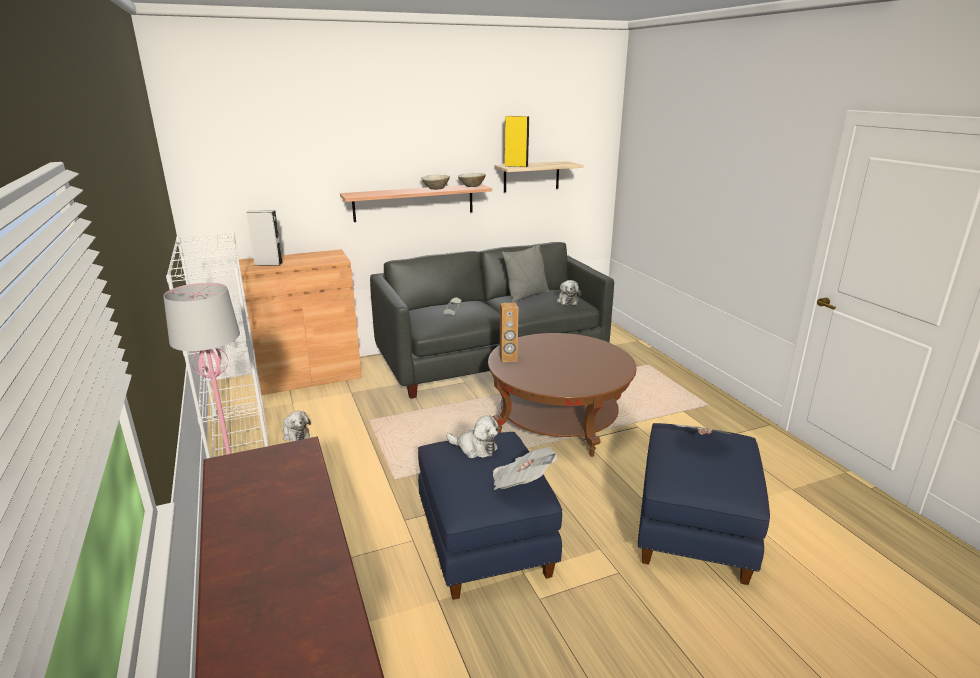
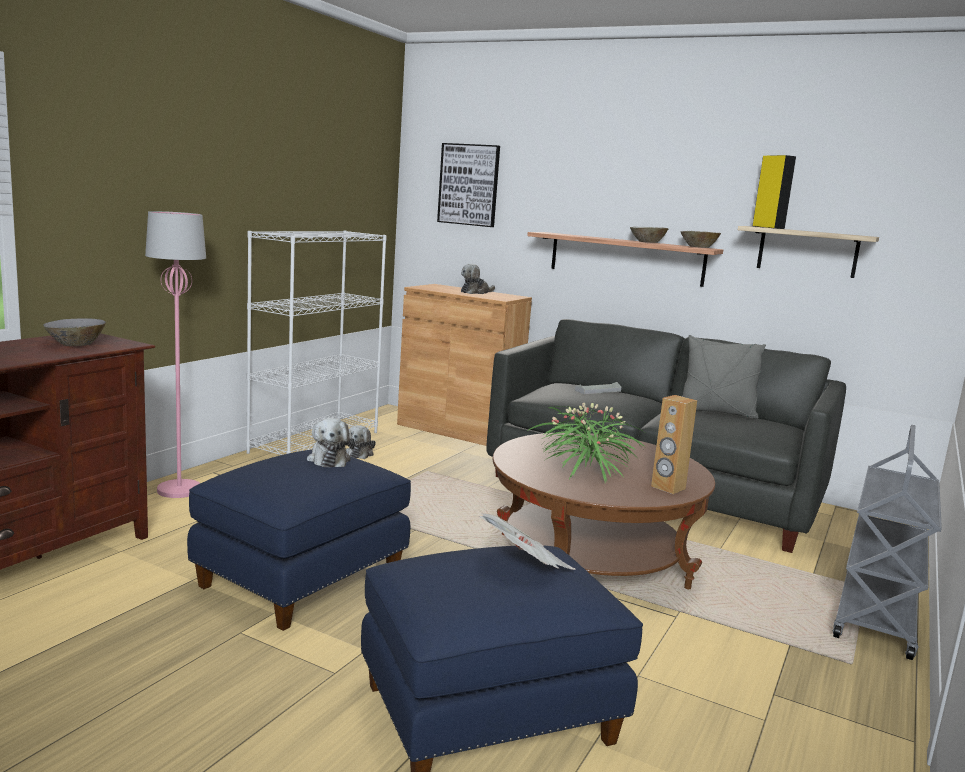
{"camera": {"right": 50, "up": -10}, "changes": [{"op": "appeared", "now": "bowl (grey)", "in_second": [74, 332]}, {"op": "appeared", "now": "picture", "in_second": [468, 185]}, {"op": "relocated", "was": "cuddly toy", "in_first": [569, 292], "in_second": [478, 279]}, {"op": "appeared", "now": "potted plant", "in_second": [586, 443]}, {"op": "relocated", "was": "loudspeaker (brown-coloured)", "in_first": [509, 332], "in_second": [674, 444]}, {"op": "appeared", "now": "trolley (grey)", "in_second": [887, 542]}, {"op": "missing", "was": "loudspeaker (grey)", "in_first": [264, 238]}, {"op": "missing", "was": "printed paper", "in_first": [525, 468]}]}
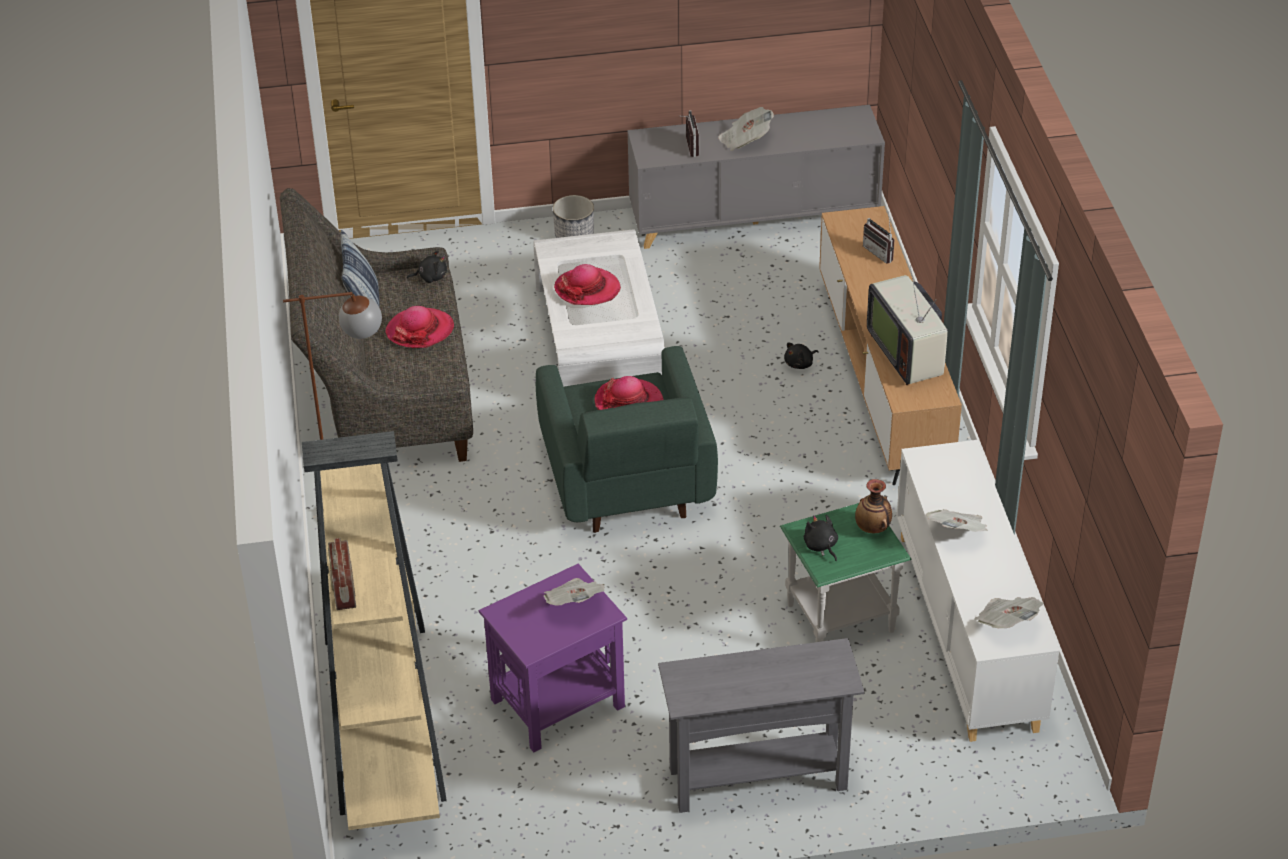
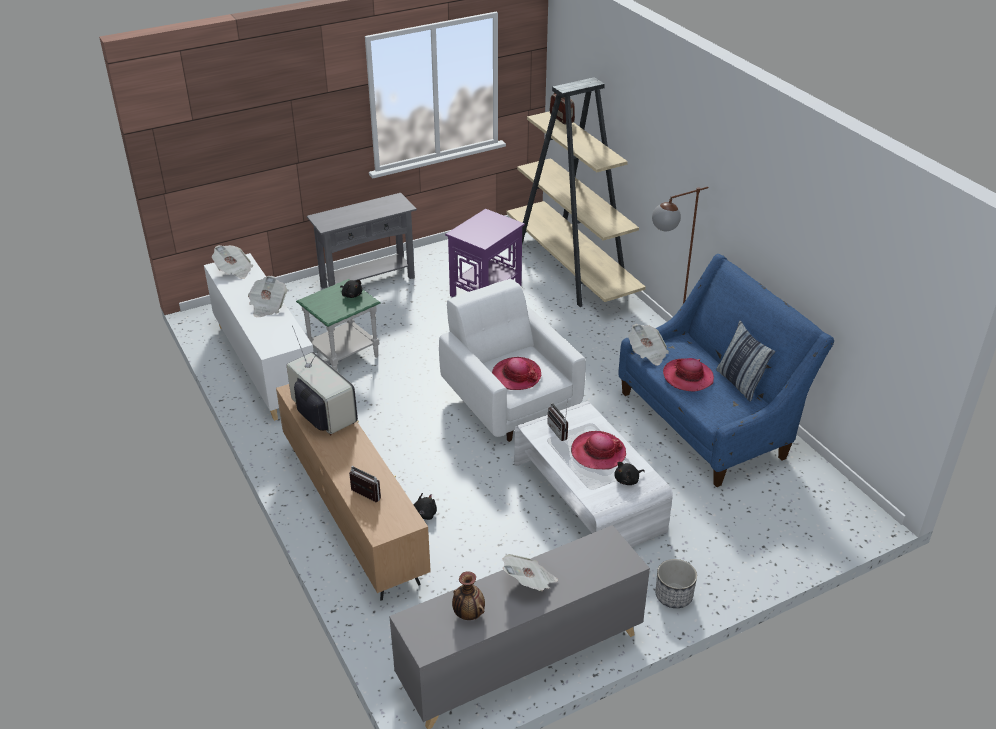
{"camera": {"right": 160, "up": -5}, "changes": [{"op": "colour", "was": "easy chair (green)", "now": "easy chair (whitish)", "in_first": [627, 439], "in_second": [512, 360]}, {"op": "relocated", "was": "flower vase", "in_first": [873, 506], "in_second": [468, 595]}, {"op": "relocated", "was": "radio", "in_first": [691, 133], "in_second": [557, 420]}, {"op": "relocated", "was": "cuddly toy (blackish)", "in_first": [427, 267], "in_second": [629, 473]}, {"op": "colour", "was": "settee (grey)", "now": "settee (bluish)", "in_first": [376, 325], "in_second": [726, 370]}, {"op": "relocated", "was": "printed paper", "in_first": [574, 592], "in_second": [648, 345]}]}
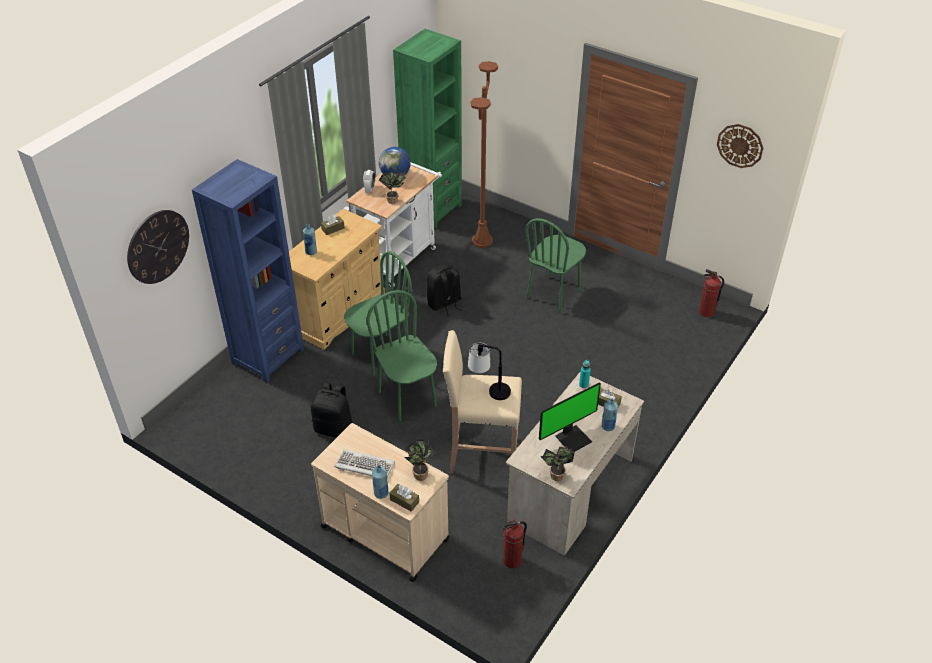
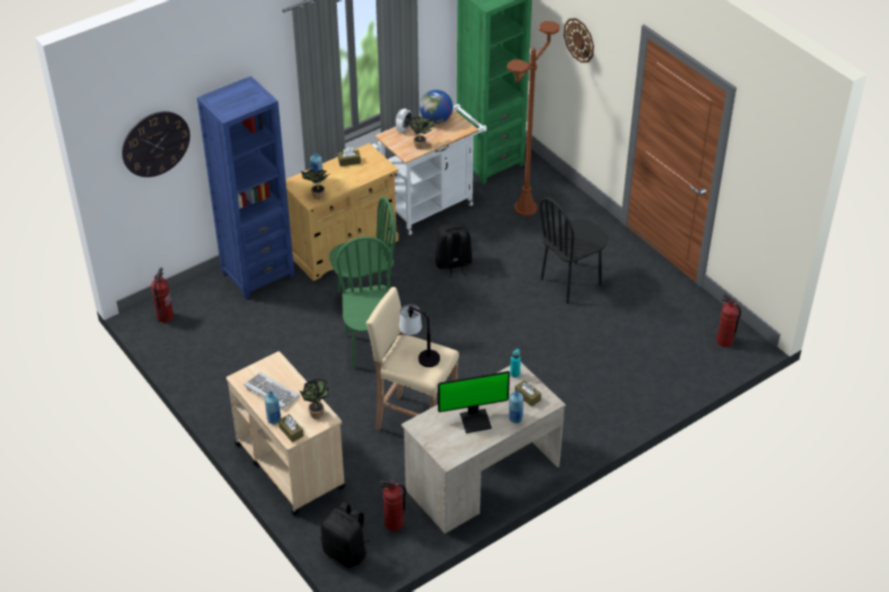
{"camera": {"right": 20, "up": 0}, "changes": [{"op": "appeared", "now": "fire-fighting cylinder", "in_second": [162, 294]}, {"op": "relocated", "was": "potted plant", "in_first": [557, 463], "in_second": [316, 184]}, {"op": "relocated", "was": "backpack (blackish)", "in_first": [332, 410], "in_second": [345, 534]}, {"op": "colour", "was": "chair (green)", "now": "chair (blackish)", "in_first": [555, 265], "in_second": [573, 250]}, {"op": "relocated", "was": "hanging clock", "in_first": [740, 146], "in_second": [578, 40]}]}
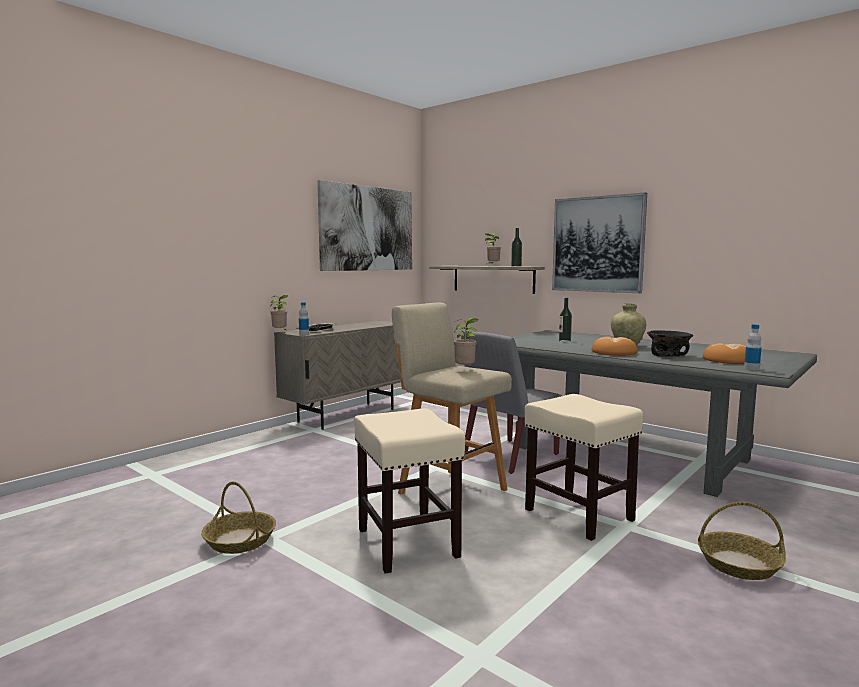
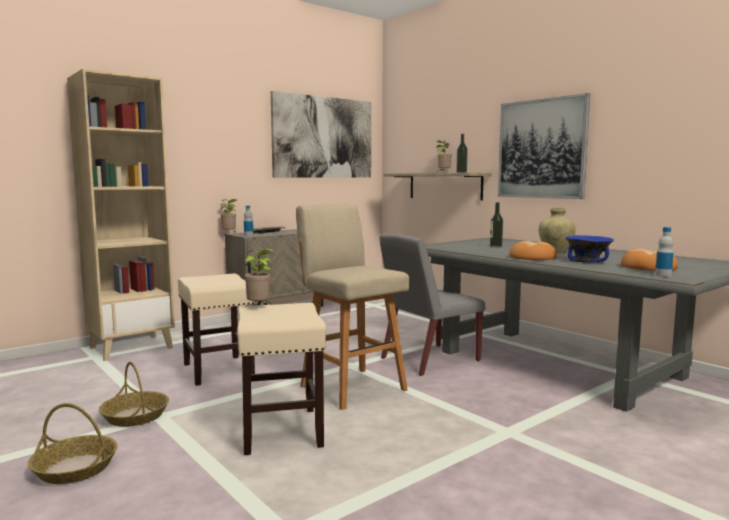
{"camera": {"right": 10, "up": 0}, "changes": [{"op": "relocated", "was": "storage basket", "in_first": [742, 541], "in_second": [72, 443]}, {"op": "appeared", "now": "shelving unit (sand-coloured)", "in_second": [121, 215]}, {"op": "relocated", "was": "sitting stool (sand-coloured)", "in_first": [584, 467], "in_second": [216, 330]}, {"op": "relocated", "was": "potted plant", "in_first": [466, 343], "in_second": [259, 276]}, {"op": "colour", "was": "bowl (blackish)", "now": "bowl (bluish)", "in_first": [670, 343], "in_second": [590, 248]}]}
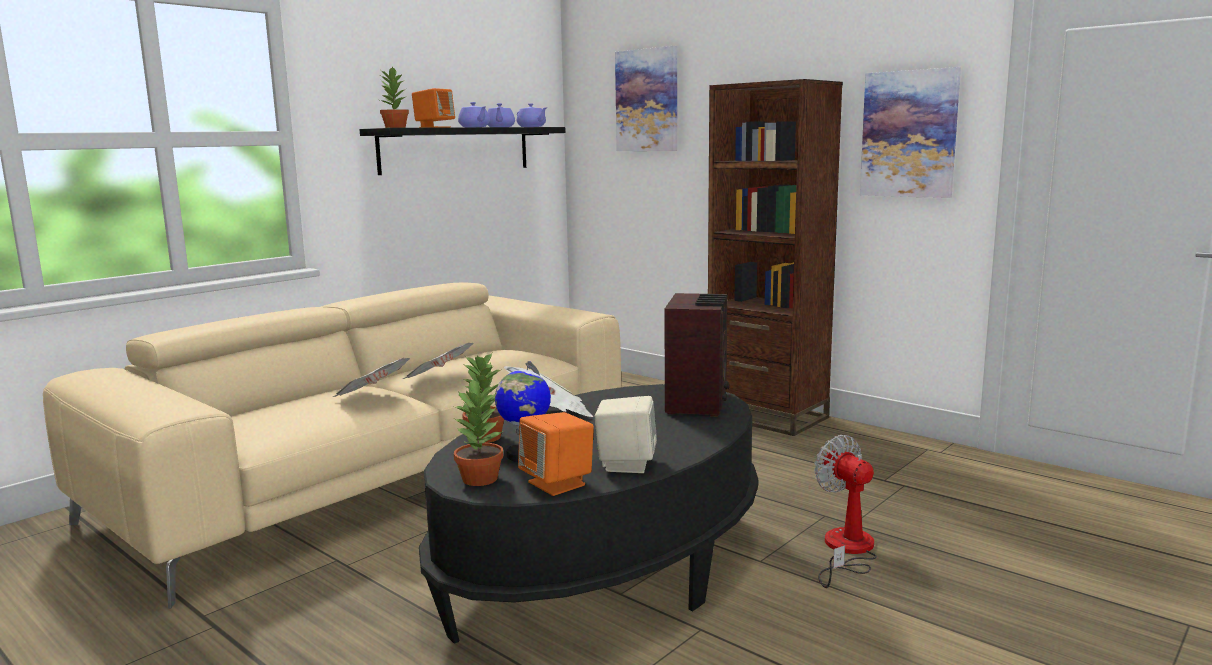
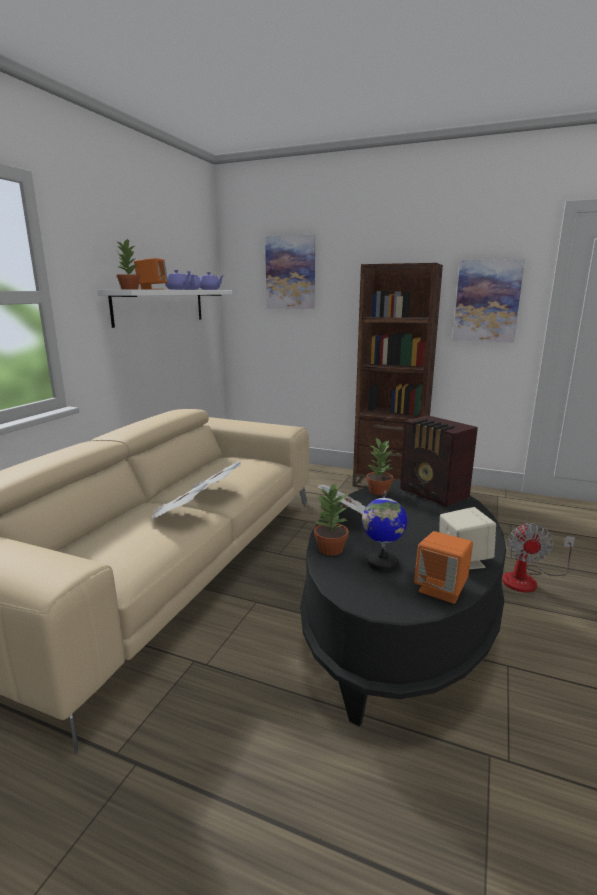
{"camera": {"right": -20, "up": 5}, "changes": [{"op": "colour", "was": "shelf (blackish)", "now": "shelf (whitish)", "in_first": [462, 151], "in_second": [165, 309]}, {"op": "relocated", "was": "potted plant", "in_first": [478, 432], "in_second": [379, 466]}, {"op": "spun", "was": "radio", "in_first": [696, 355], "in_second": [439, 461], "clockwise": 150}, {"op": "spun", "was": "electric fan", "in_first": [845, 511], "in_second": [538, 558], "clockwise": -120}]}
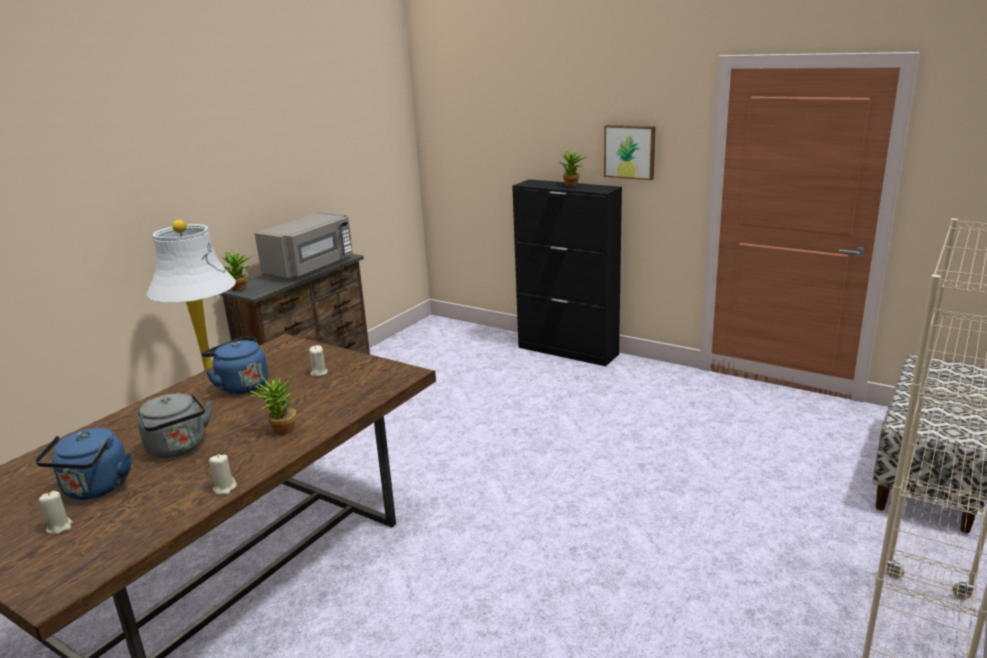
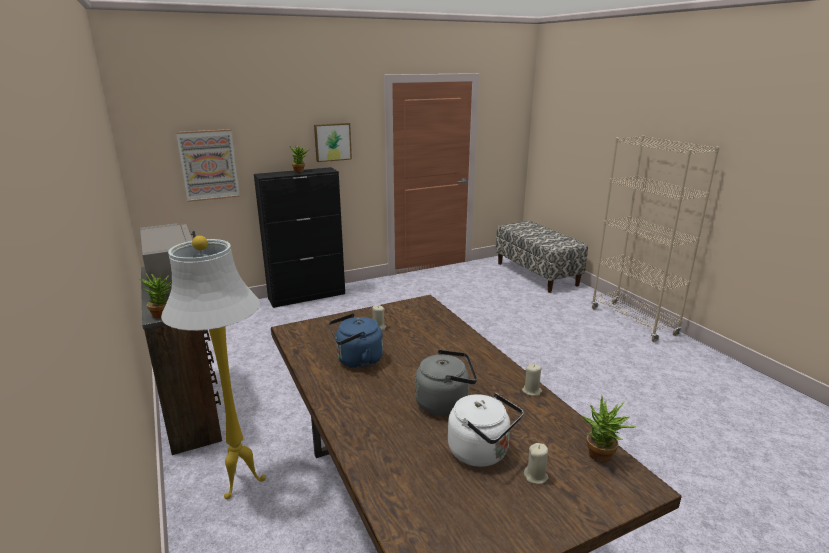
{"camera": {"right": -60, "up": 0}, "changes": [{"op": "appeared", "now": "picture", "in_second": [208, 165]}, {"op": "colour", "was": "water kettle (bluish)", "now": "water kettle (whitish)", "in_first": [83, 464], "in_second": [485, 430]}, {"op": "relocated", "was": "potted plant", "in_first": [272, 405], "in_second": [609, 429]}]}
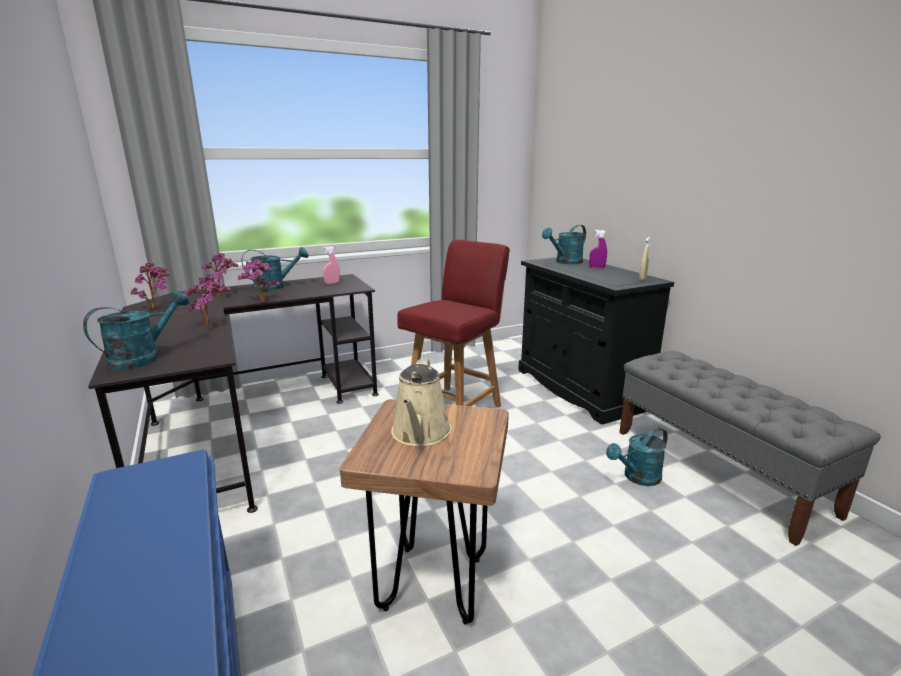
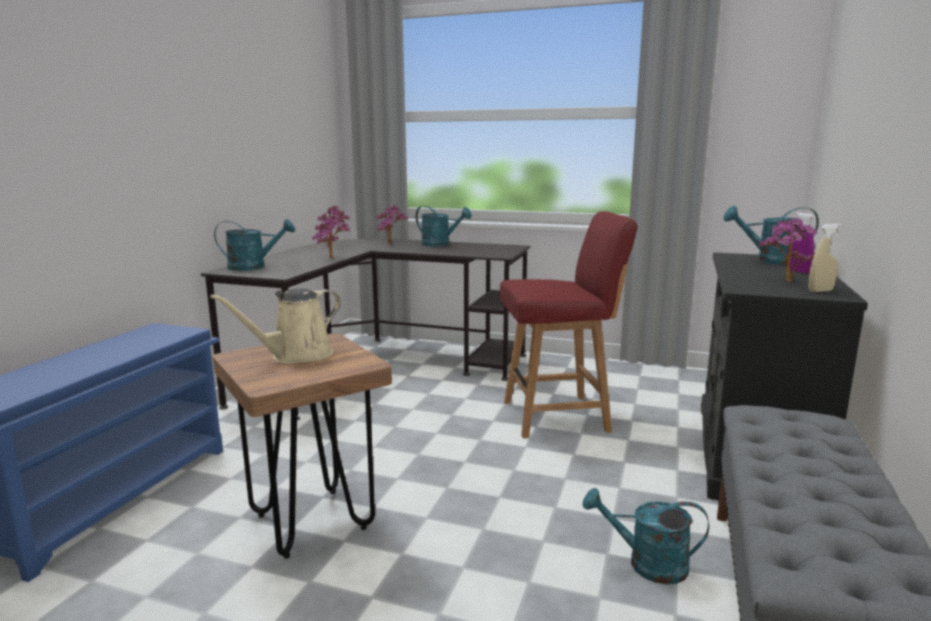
{"camera": {"right": 45, "up": -5}, "changes": [{"op": "relocated", "was": "potted plant", "in_first": [259, 280], "in_second": [788, 250]}, {"op": "missing", "was": "sprayer (pink)", "in_first": [331, 265]}]}
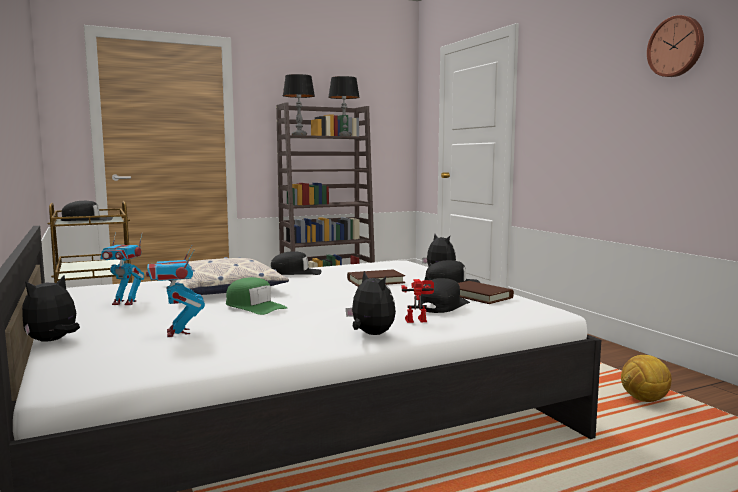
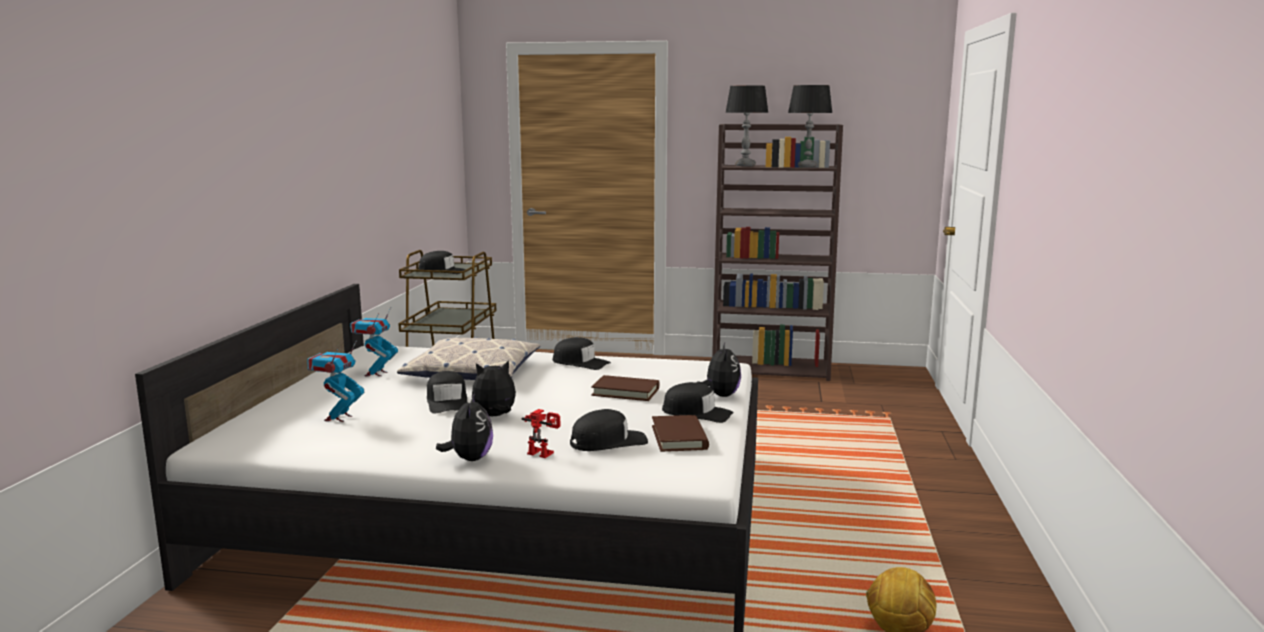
{"camera": {"right": 35, "up": 5}, "changes": [{"op": "spun", "was": "model robot", "in_first": [122, 268], "in_second": [374, 342], "clockwise": 60}, {"op": "colour", "was": "cap (green)", "now": "cap (blackish)", "in_first": [256, 296], "in_second": [447, 392]}, {"op": "relocated", "was": "cuddly toy", "in_first": [51, 309], "in_second": [494, 388]}, {"op": "missing", "was": "hanging clock", "in_first": [675, 46]}]}
